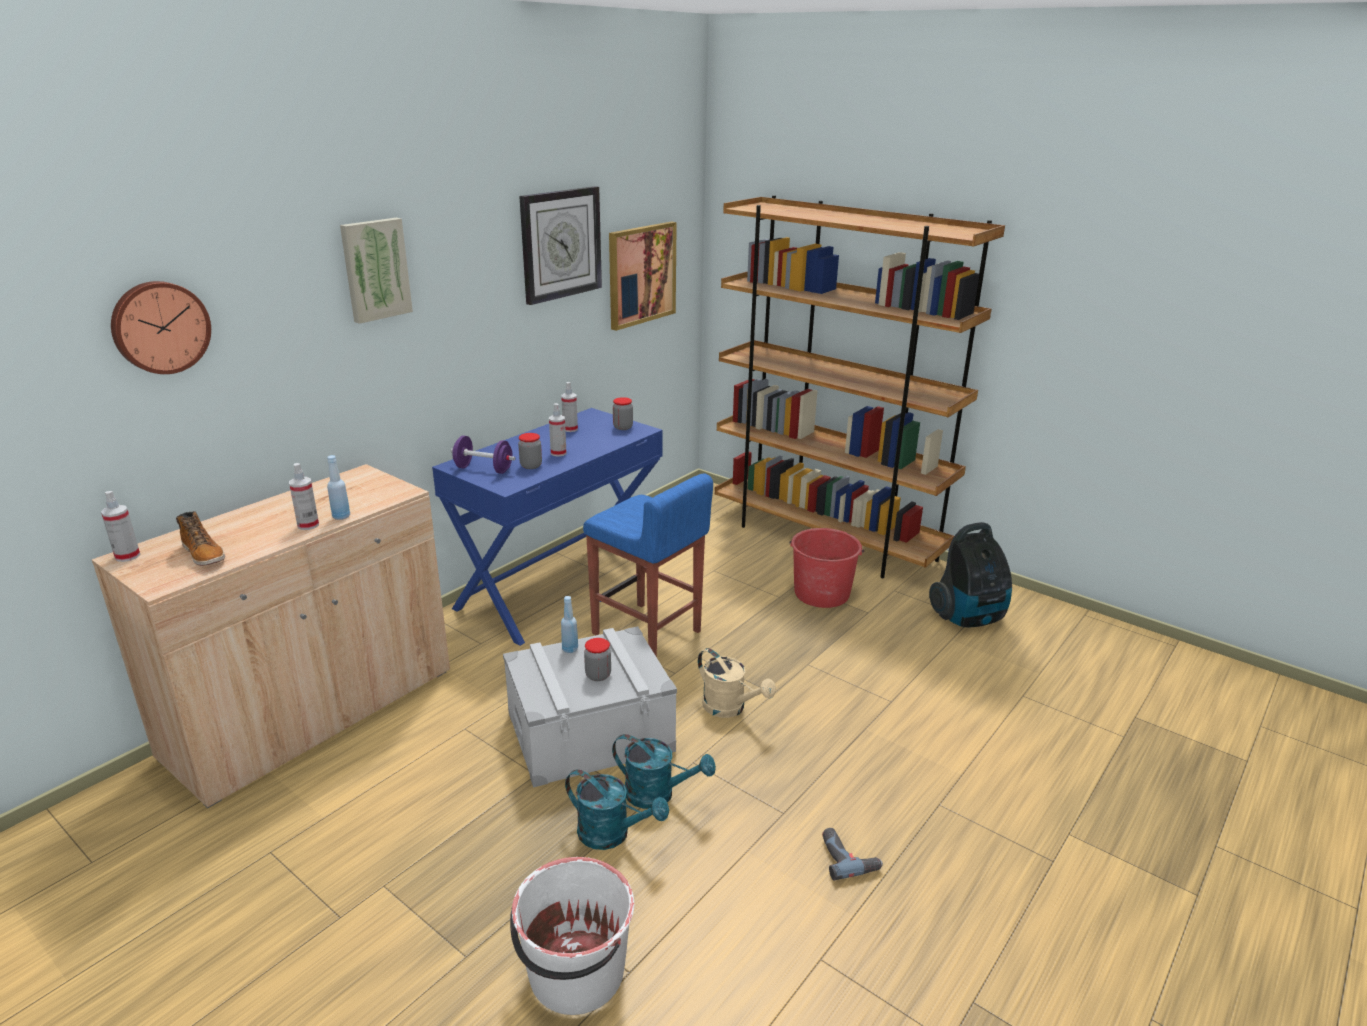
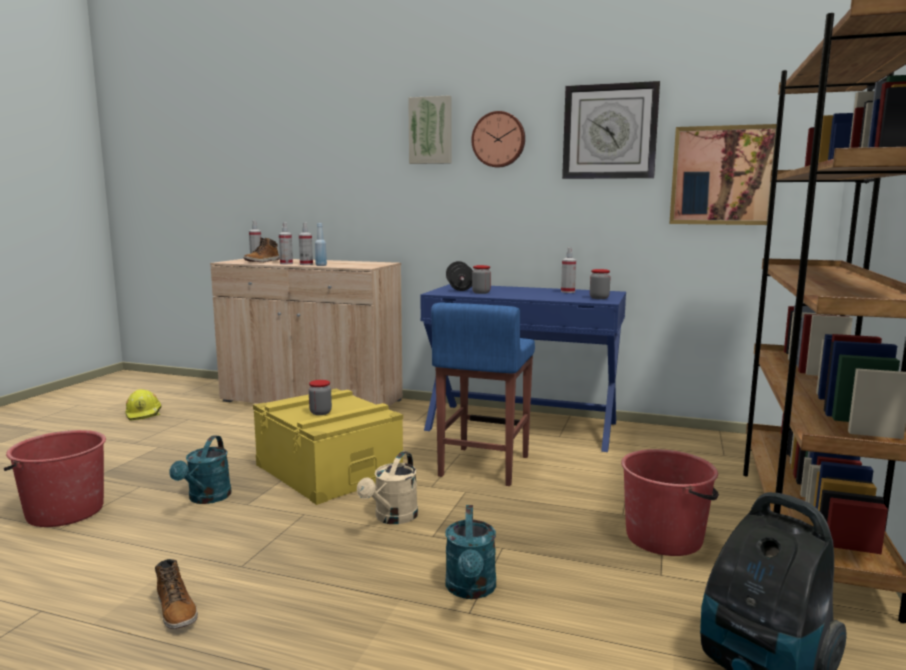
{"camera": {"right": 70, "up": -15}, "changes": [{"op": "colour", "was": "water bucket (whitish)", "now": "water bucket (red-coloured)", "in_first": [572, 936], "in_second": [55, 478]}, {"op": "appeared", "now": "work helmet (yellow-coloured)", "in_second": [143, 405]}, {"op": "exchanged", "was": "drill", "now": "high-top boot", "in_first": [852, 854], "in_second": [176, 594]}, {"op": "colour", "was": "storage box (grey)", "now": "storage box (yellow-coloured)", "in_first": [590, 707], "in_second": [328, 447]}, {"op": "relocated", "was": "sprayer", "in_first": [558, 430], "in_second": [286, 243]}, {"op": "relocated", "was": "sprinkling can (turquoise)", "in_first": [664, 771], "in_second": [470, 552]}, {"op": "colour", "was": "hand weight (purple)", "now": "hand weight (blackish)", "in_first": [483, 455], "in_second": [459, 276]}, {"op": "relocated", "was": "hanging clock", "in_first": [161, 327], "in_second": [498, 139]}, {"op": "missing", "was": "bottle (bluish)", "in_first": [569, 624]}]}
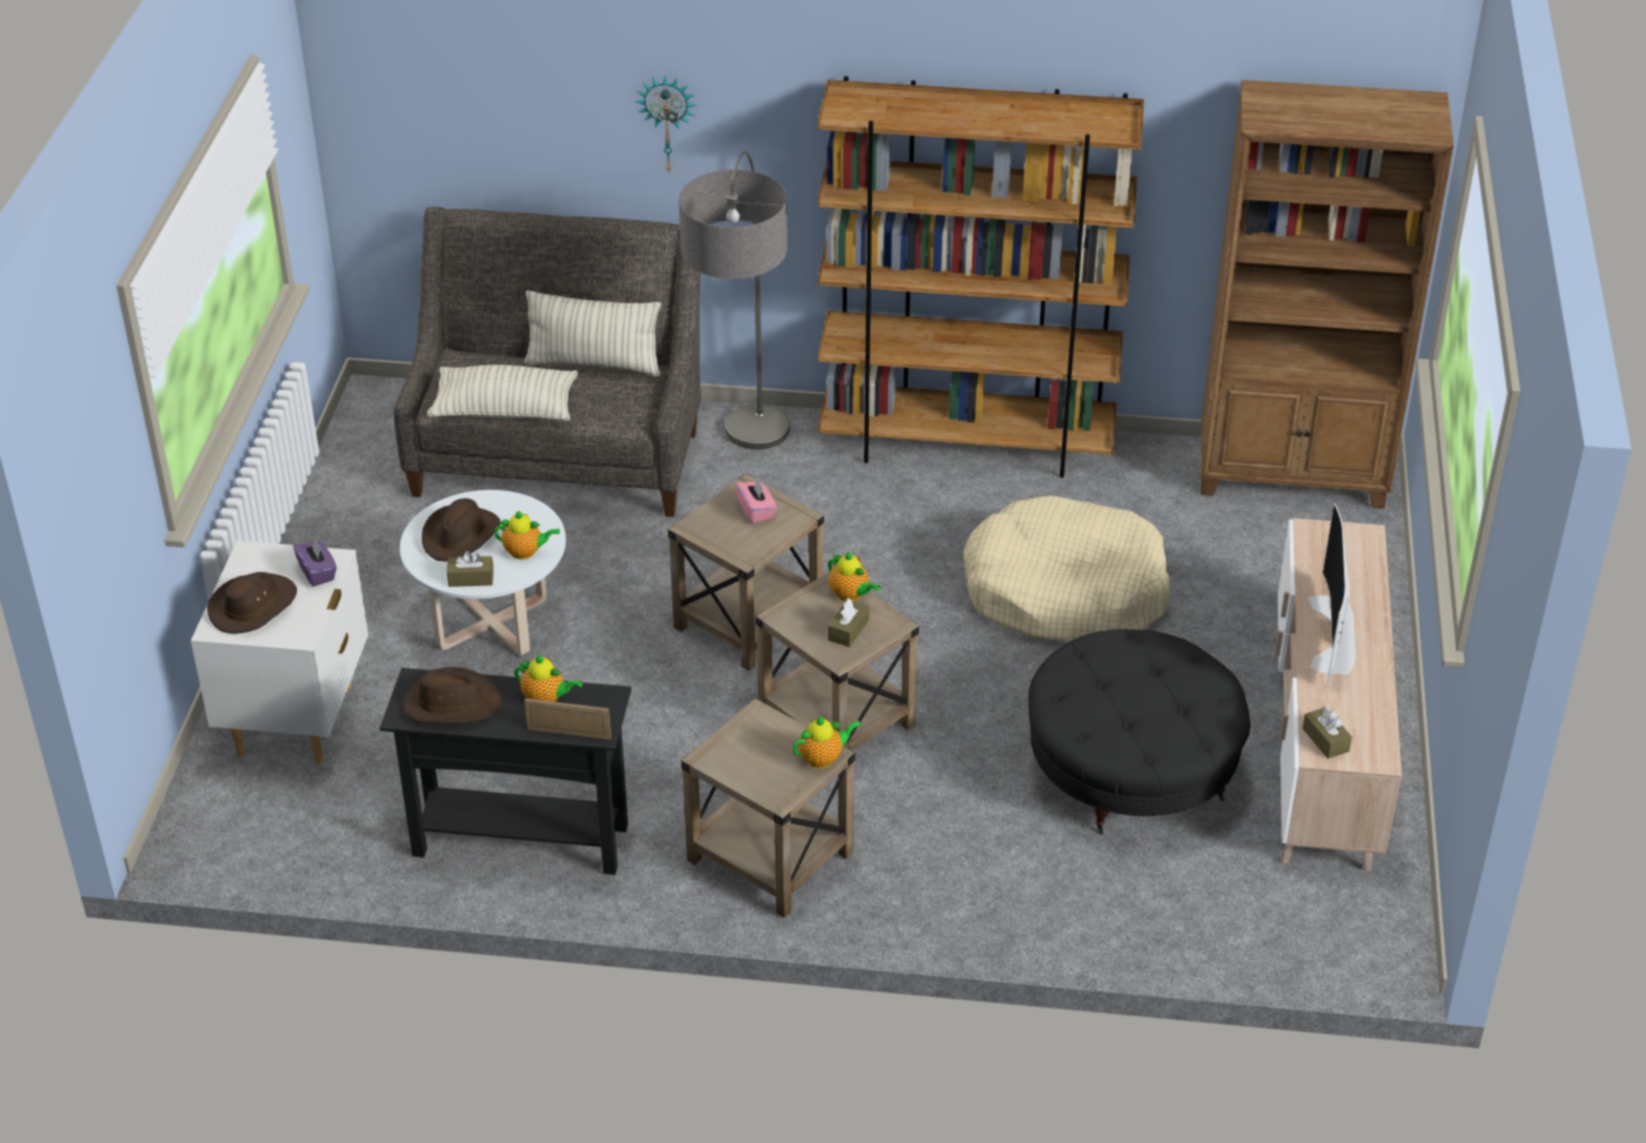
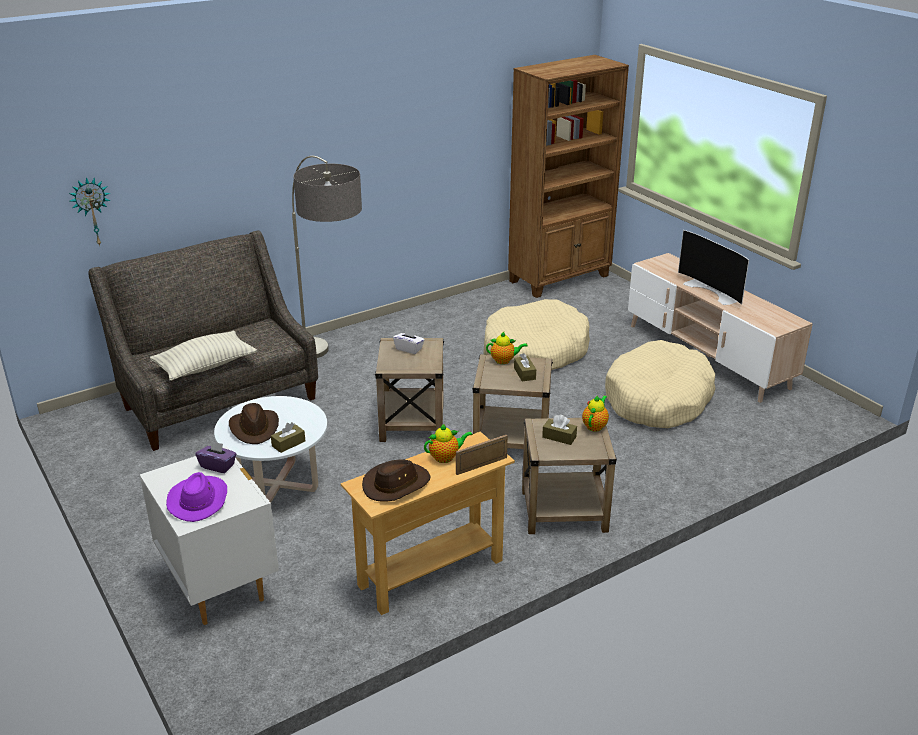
{"camera": {"right": -40, "up": -10}, "changes": [{"op": "relocated", "was": "hanging clock", "in_first": [666, 124], "in_second": [89, 212]}, {"op": "colour", "was": "clothing hat (brown-coloured)", "now": "clothing hat (purple)", "in_first": [252, 603], "in_second": [196, 497]}, {"op": "colour", "was": "narrow table (blackish)", "now": "narrow table (sand-coloured)", "in_first": [505, 771], "in_second": [428, 523]}, {"op": "colour", "was": "box of tissues (pink)", "now": "box of tissues (whitish)", "in_first": [756, 501], "in_second": [409, 341]}, {"op": "relocated", "was": "box of tissues (brown-coloured)", "in_first": [1327, 733], "in_second": [559, 430]}, {"op": "exchanged", "was": "footrest (blackish)", "now": "pet bed (sand-coloured)", "in_first": [1139, 731], "in_second": [660, 384]}, {"op": "missing", "was": "teapot", "in_first": [527, 535]}, {"op": "missing", "was": "cushion", "in_first": [593, 333]}, {"op": "missing", "was": "shelving unit (brown-coloured)", "in_first": [981, 277]}]}
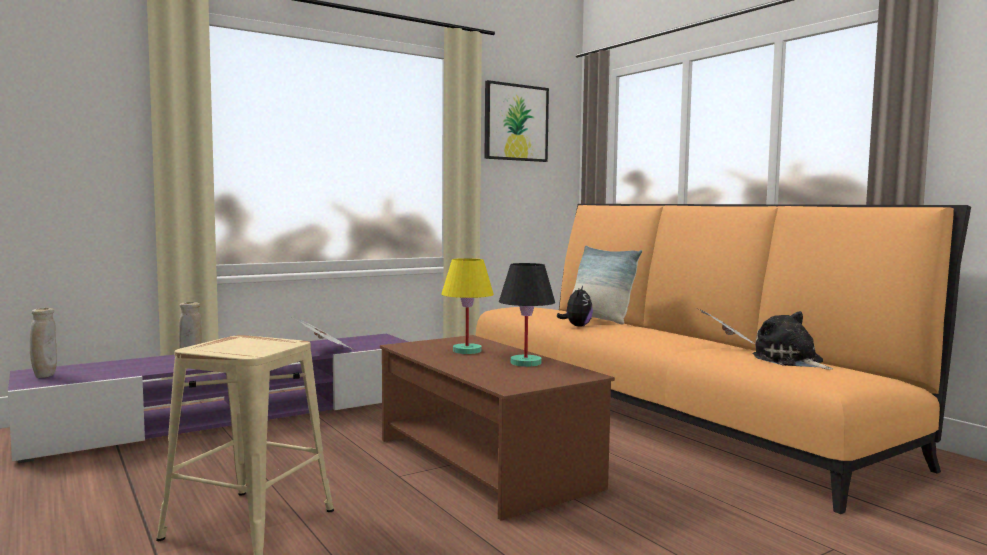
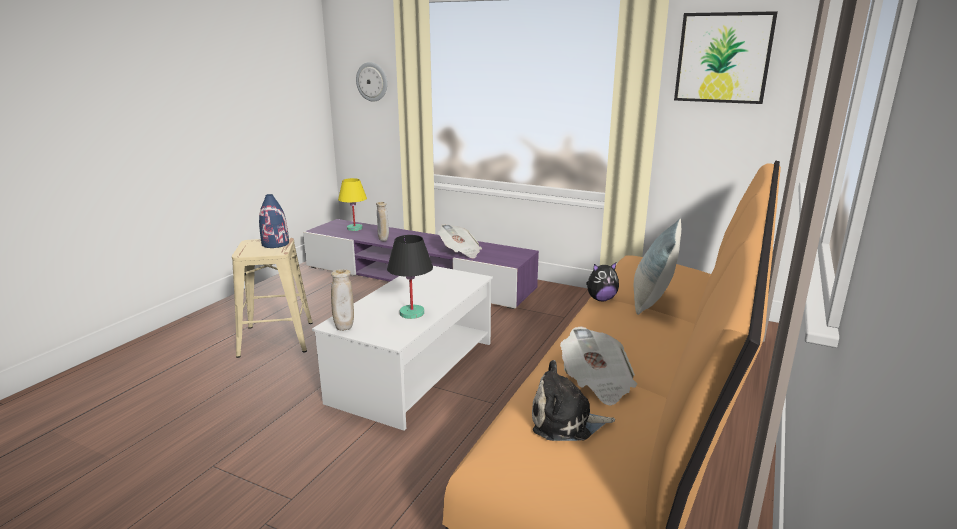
{"camera": {"right": 60, "up": 15}, "changes": [{"op": "appeared", "now": "flower vase (bluish)", "in_second": [274, 221]}, {"op": "colour", "was": "lounge table (brown-coloured)", "now": "lounge table (whitish)", "in_first": [497, 428], "in_second": [402, 348]}, {"op": "relocated", "was": "flower vase (sand-coloured)", "in_first": [43, 343], "in_second": [342, 300]}, {"op": "relocated", "was": "tabletop lamp (yellow-coloured)", "in_first": [467, 306], "in_second": [352, 204]}, {"op": "appeared", "now": "hanging clock", "in_second": [371, 82]}, {"op": "spun", "was": "cuddly toy", "in_first": [792, 340], "in_second": [573, 400], "clockwise": -120}]}
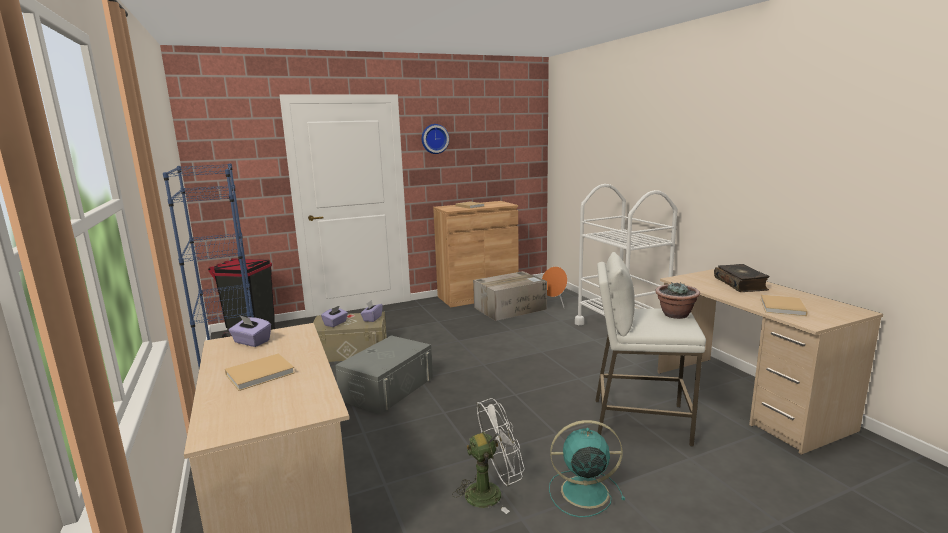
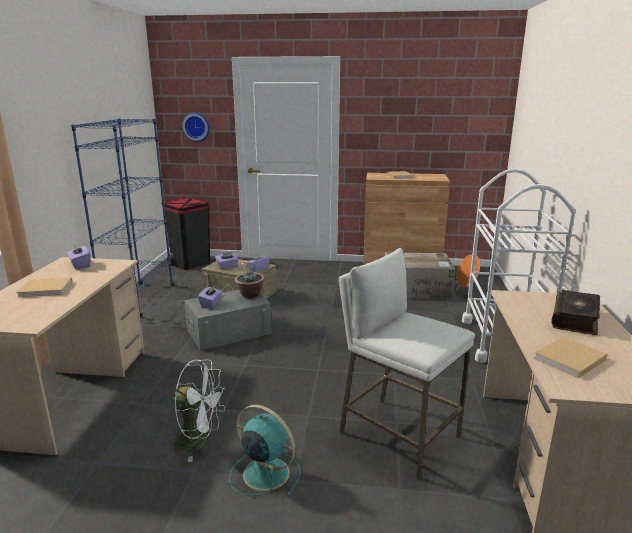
{"camera": {"right": 30, "up": 5}, "changes": [{"op": "relocated", "was": "hanging clock", "in_first": [435, 139], "in_second": [196, 127]}, {"op": "appeared", "now": "box of tissues (purple)", "in_second": [210, 296]}, {"op": "relocated", "was": "potted plant", "in_first": [677, 300], "in_second": [249, 285]}]}
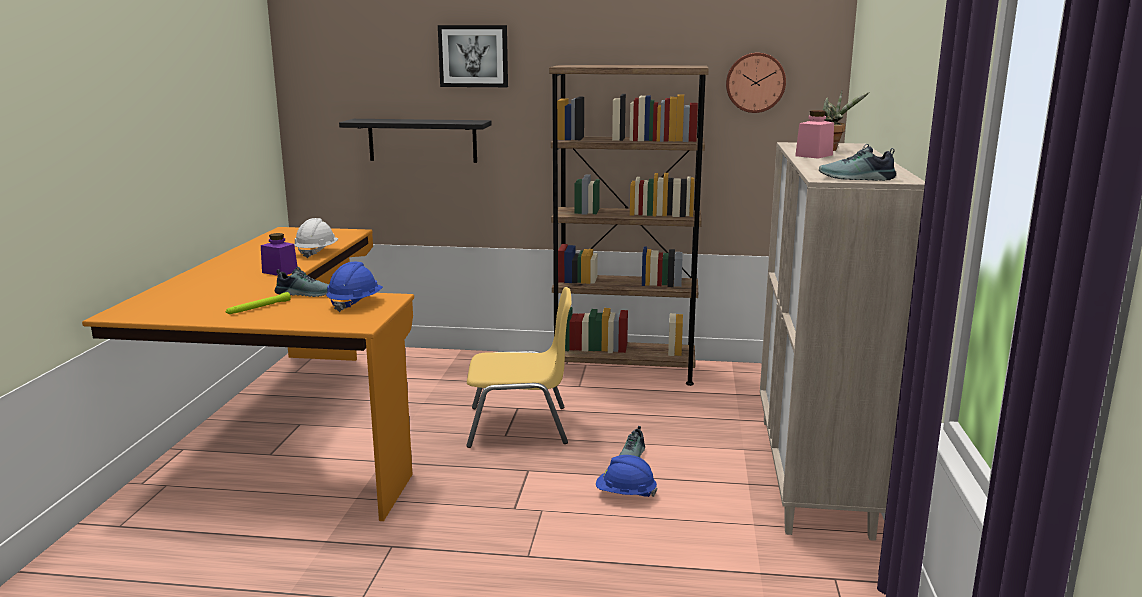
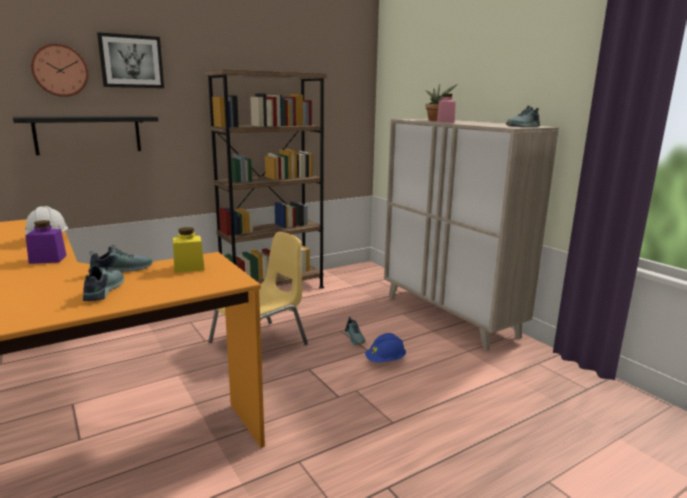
{"camera": {"right": -40, "up": 0}, "changes": [{"op": "relocated", "was": "hanging clock", "in_first": [756, 83], "in_second": [60, 70]}, {"op": "exchanged", "was": "flashlight (green)", "now": "item of footwear", "in_first": [258, 303], "in_second": [103, 282]}, {"op": "exchanged", "was": "work helmet (bluish)", "now": "jar (yellow-coloured)", "in_first": [354, 287], "in_second": [189, 250]}]}
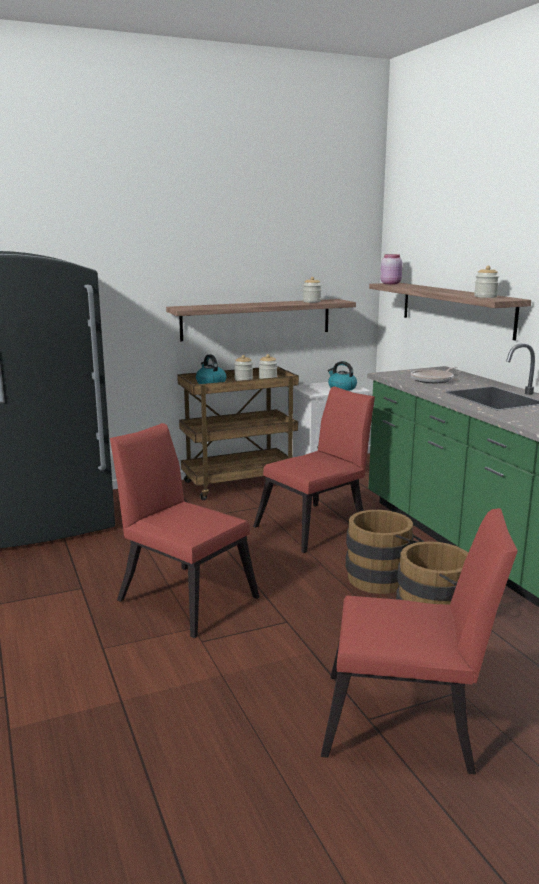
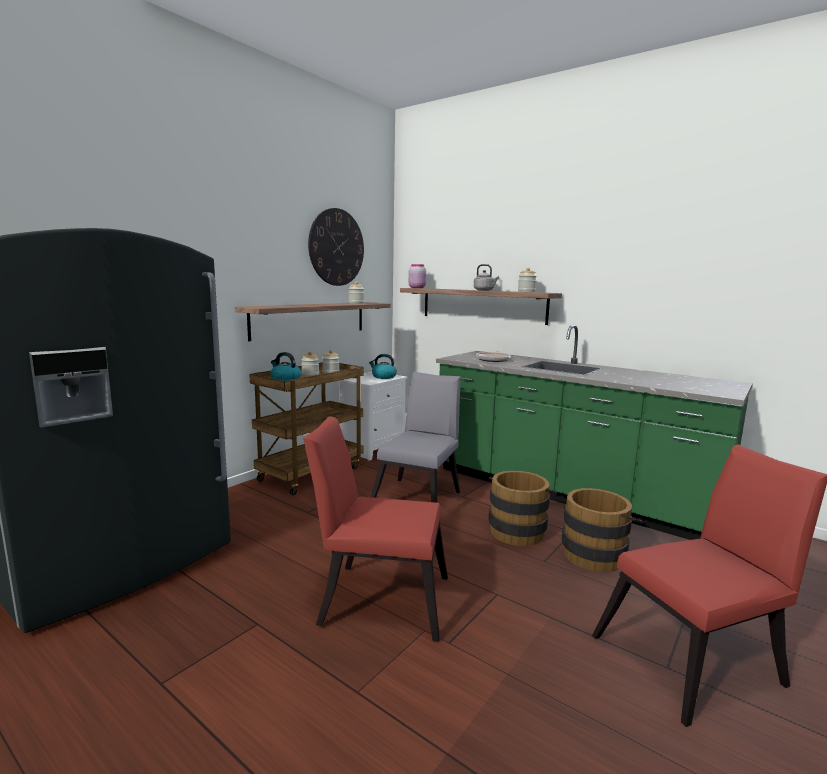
{"camera": {"right": -30, "up": -5}, "changes": [{"op": "appeared", "now": "hanging clock", "in_second": [336, 247]}, {"op": "colour", "was": "chair (red-coloured)", "now": "chair (grey)", "in_first": [314, 469], "in_second": [416, 437]}, {"op": "appeared", "now": "water kettle (grey)", "in_second": [486, 277]}]}
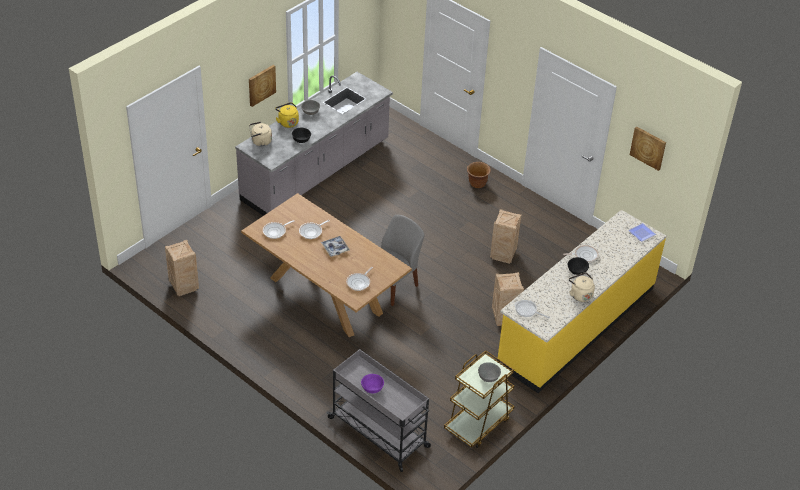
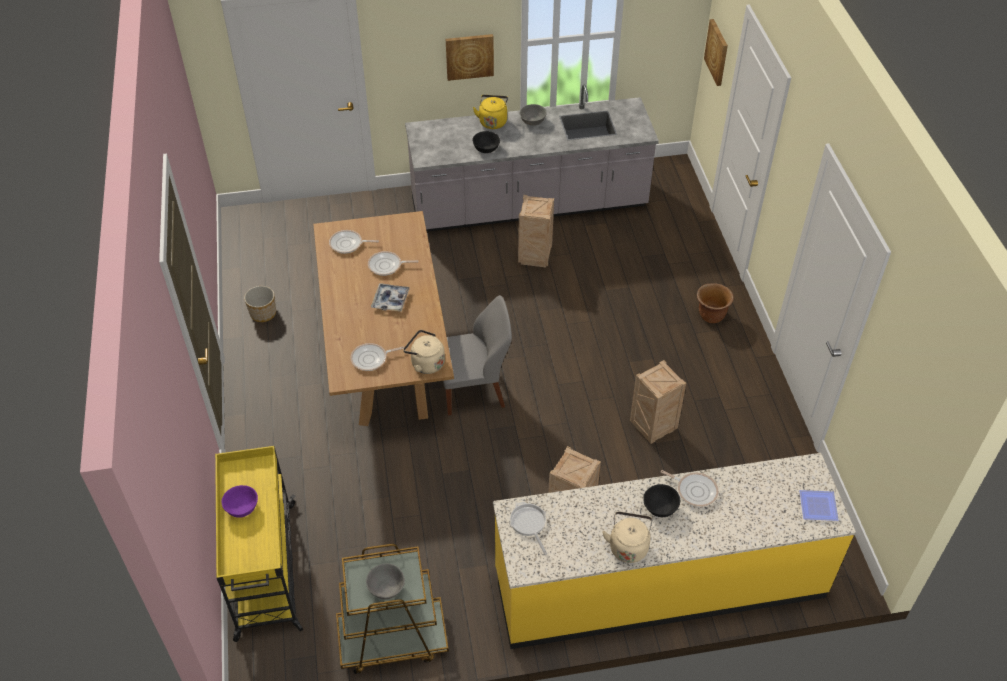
{"camera": {"right": 40, "up": 5}, "changes": [{"op": "colour", "was": "trolley (grey)", "now": "trolley (yellow-coloured)", "in_first": [379, 410], "in_second": [259, 544]}, {"op": "appeared", "now": "plant pot", "in_second": [260, 304]}, {"op": "relocated", "was": "water kettle (sand-coloured)", "in_first": [260, 134], "in_second": [424, 352]}, {"op": "relocated", "was": "shipping crate", "in_first": [182, 268], "in_second": [536, 231]}, {"op": "relocated", "was": "picture", "in_first": [648, 148], "in_second": [716, 52]}]}
